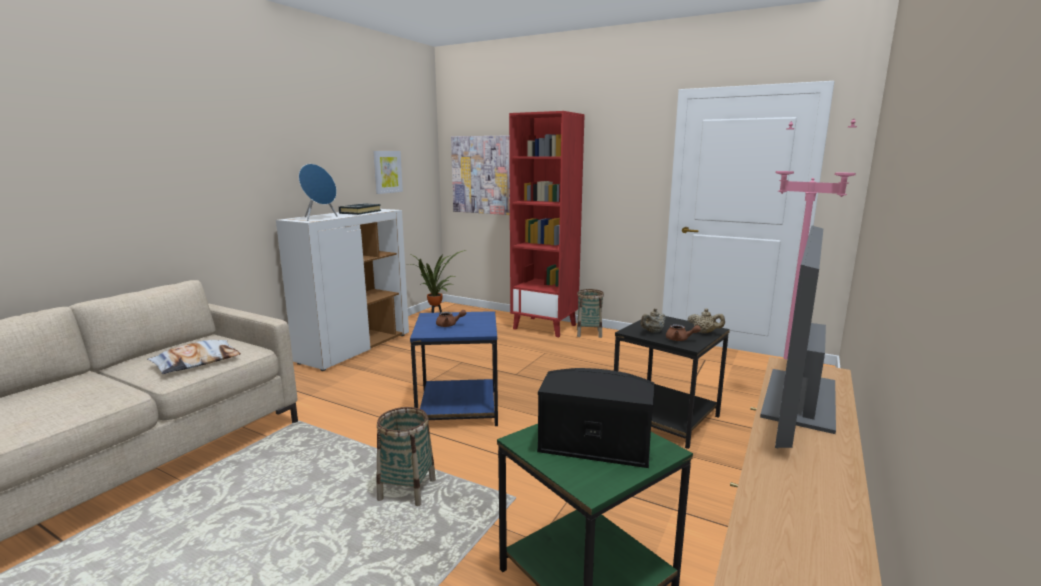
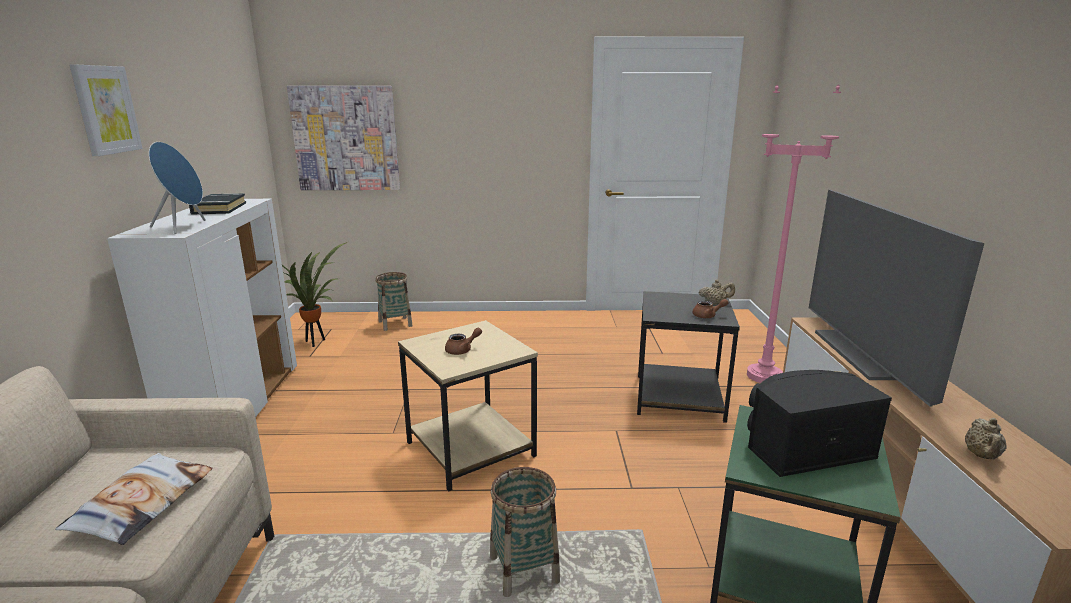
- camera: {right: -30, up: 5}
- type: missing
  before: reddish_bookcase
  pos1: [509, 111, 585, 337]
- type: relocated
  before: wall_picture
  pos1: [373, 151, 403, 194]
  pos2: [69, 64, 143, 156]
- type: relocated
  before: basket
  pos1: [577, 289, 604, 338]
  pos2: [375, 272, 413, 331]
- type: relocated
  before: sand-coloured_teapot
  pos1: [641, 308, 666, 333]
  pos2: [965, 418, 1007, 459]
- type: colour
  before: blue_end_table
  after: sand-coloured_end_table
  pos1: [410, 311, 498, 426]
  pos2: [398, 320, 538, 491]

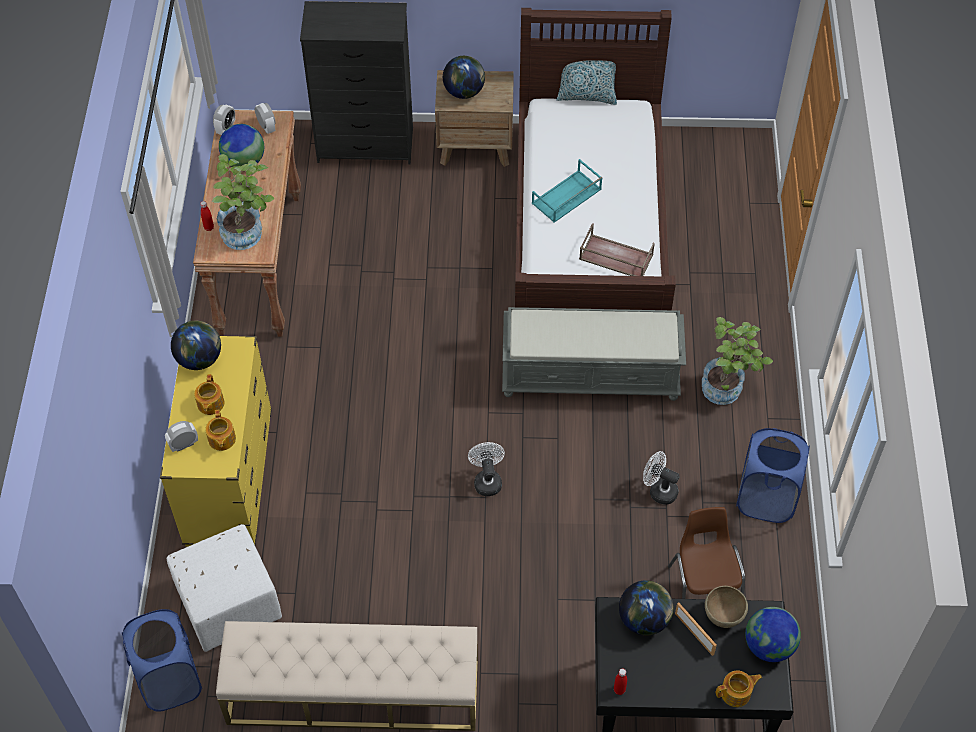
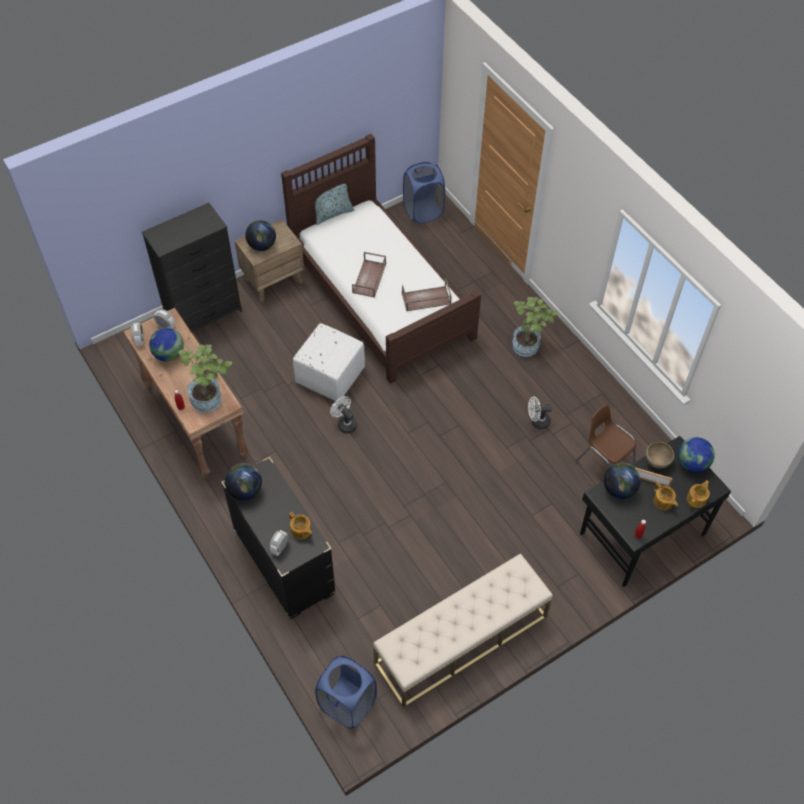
- camera: {right: -35, up: 0}
- type: colour
  before: turquoise-coloured_tray
  after: brown_tray
  pos1: [532, 159, 602, 223]
  pos2: [352, 252, 386, 298]
- type: missing
  before: gray_indoor_bench
  pos1: [502, 307, 686, 401]
- type: colour
  before: yellowish_chest_of_drawers
  after: black-coloured_chest_of_drawers
  pos1: [160, 336, 272, 547]
  pos2: [221, 457, 336, 619]
- type: relocated
  before: teapot
  pos1: [194, 374, 225, 415]
  pos2: [653, 482, 678, 510]
- type: relocated
  before: blue_laundry_basket
  pos1: [736, 428, 810, 523]
  pos2: [403, 162, 445, 224]
- type: relocated
  before: white-coloured_electric_fan
  pos1: [468, 442, 505, 496]
  pos2: [330, 396, 357, 434]
- type: relocated
  before: white-coloured_pouffe
  pos1: [166, 524, 282, 652]
  pos2: [293, 323, 365, 402]

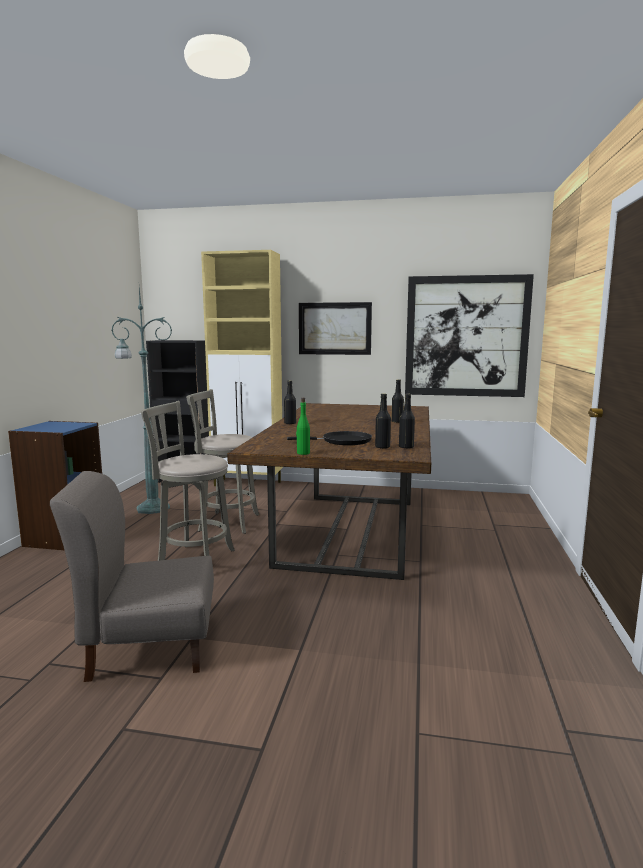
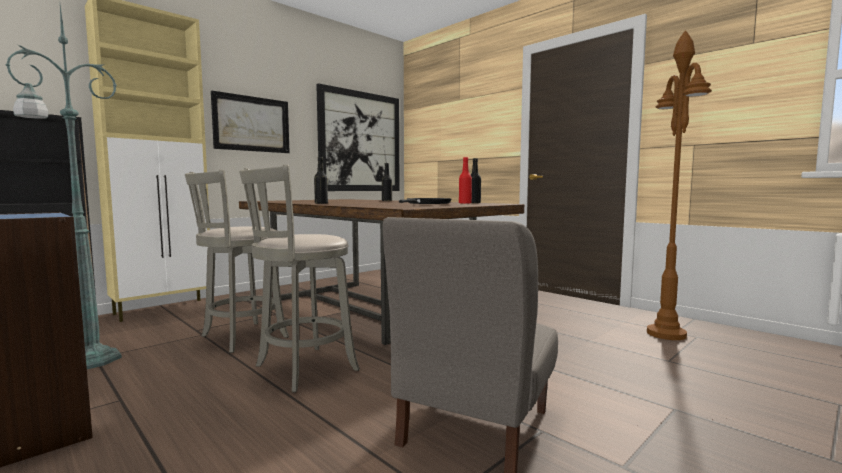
- camera: {right: -55, up: -5}
- type: colour
  before: black-coloured_bottle
  after: reddish_bottle
  pos1: [375, 394, 391, 449]
  pos2: [459, 157, 472, 204]
- type: missing
  before: green-coloured_bottle
  pos1: [296, 398, 310, 455]
- type: appeared
  after: brown_standard_lamp
  pos2: [647, 30, 712, 340]

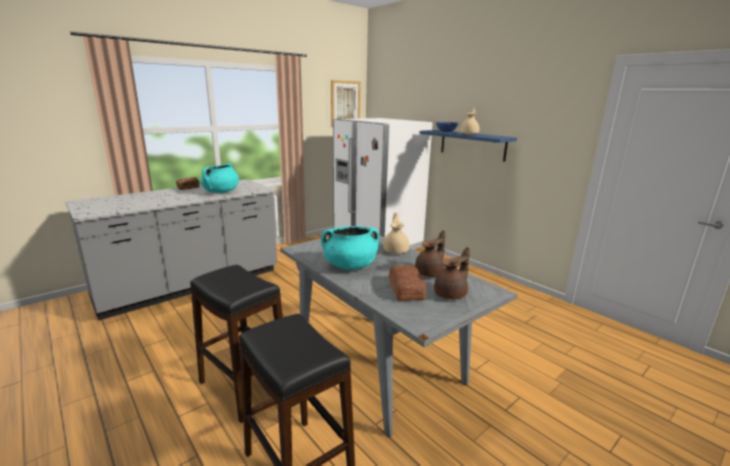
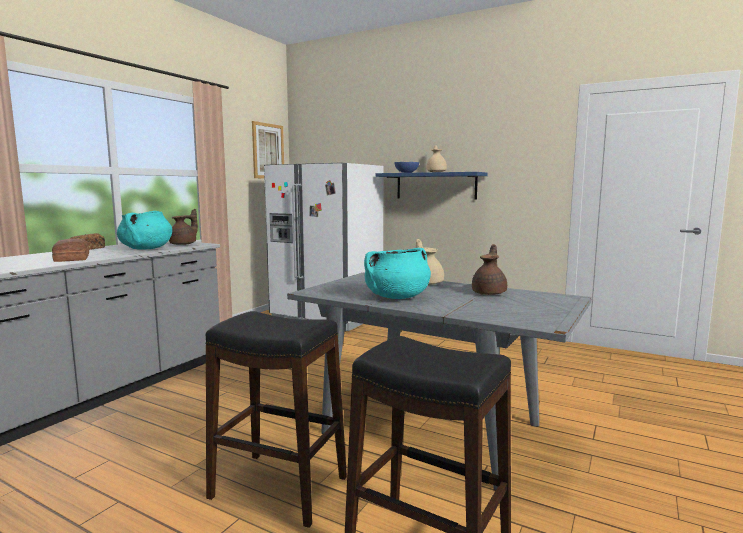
- camera: {right: -20, up: -10}
- type: relocated
  before: brown_teapot
  pos1: [434, 247, 470, 300]
  pos2: [169, 209, 198, 245]
- type: relocated
  before: bread
  pos1: [389, 265, 426, 301]
  pos2: [52, 238, 89, 262]

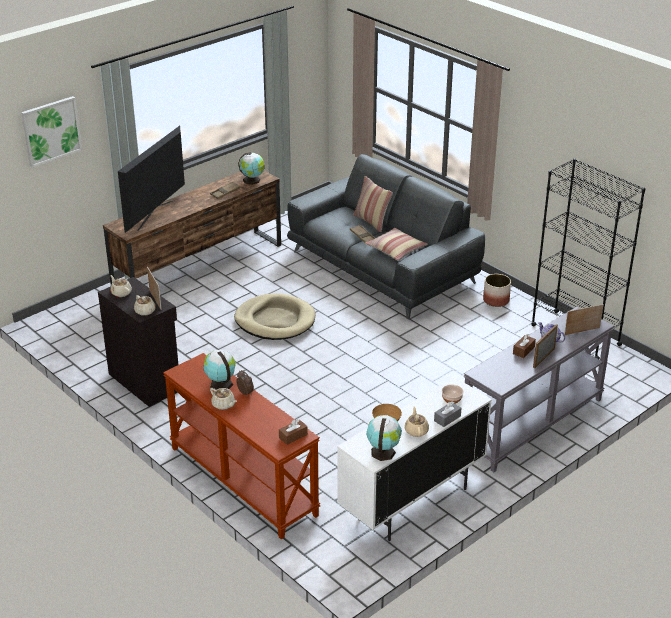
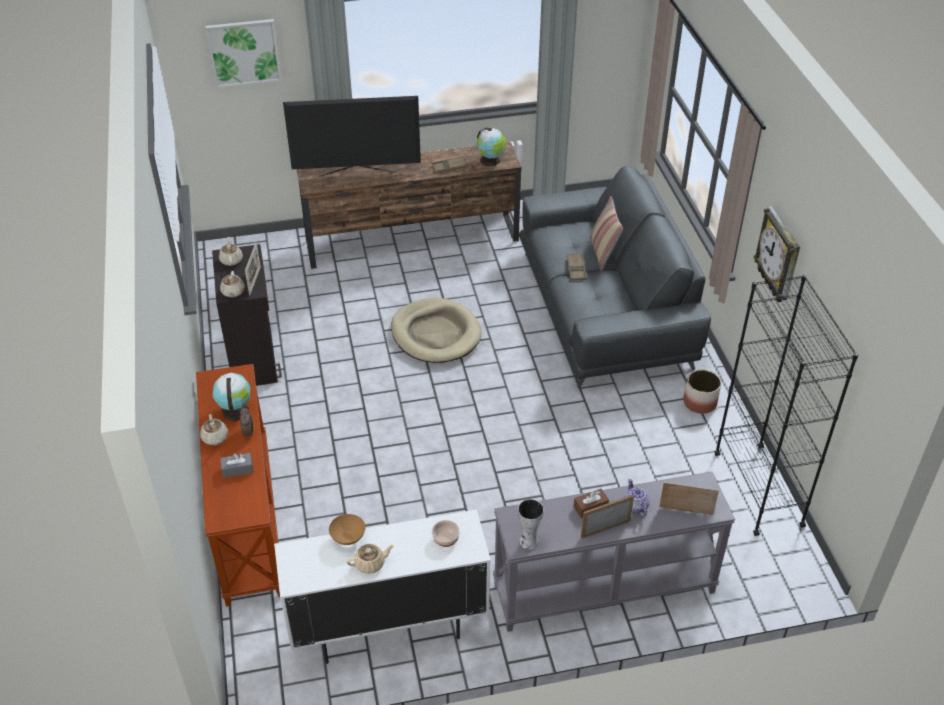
- camera: {right: 30, up: 10}
- type: spun
  before: TV
  pos1: [118, 126, 185, 233]
  pos2: [283, 96, 421, 177]
  turn: -150
- type: missing
  before: throw_pillow
  pos1: [365, 228, 428, 261]
- type: relocated
  before: gray_tissue_holder
  pos1: [434, 401, 461, 427]
  pos2: [220, 453, 253, 478]
- type: spun
  before: sand-coloured_teapot
  pos1: [405, 407, 429, 437]
  pos2: [347, 544, 394, 574]
  turn: 45
- type: missing
  before: desk_globe
  pos1: [366, 415, 402, 461]
- type: missing
  before: brown_tissue_holder
  pos1: [279, 419, 308, 445]
- type: appeared
  after: clock_on_the_wall
  pos2: [754, 206, 800, 302]
- type: appeared
  after: decorative_vase
  pos2: [518, 499, 544, 550]

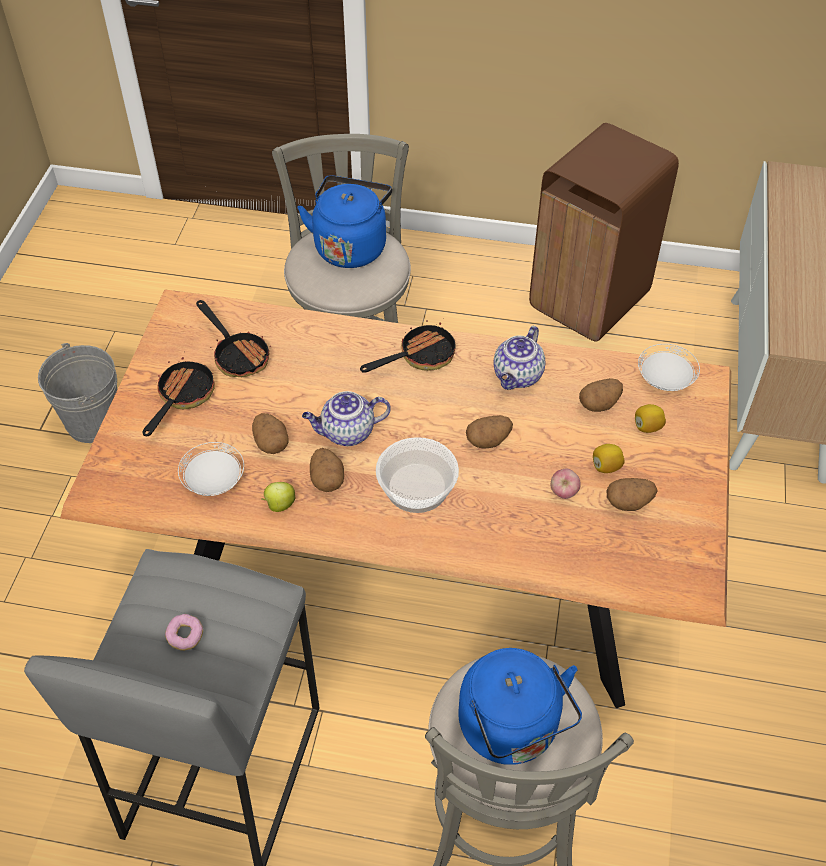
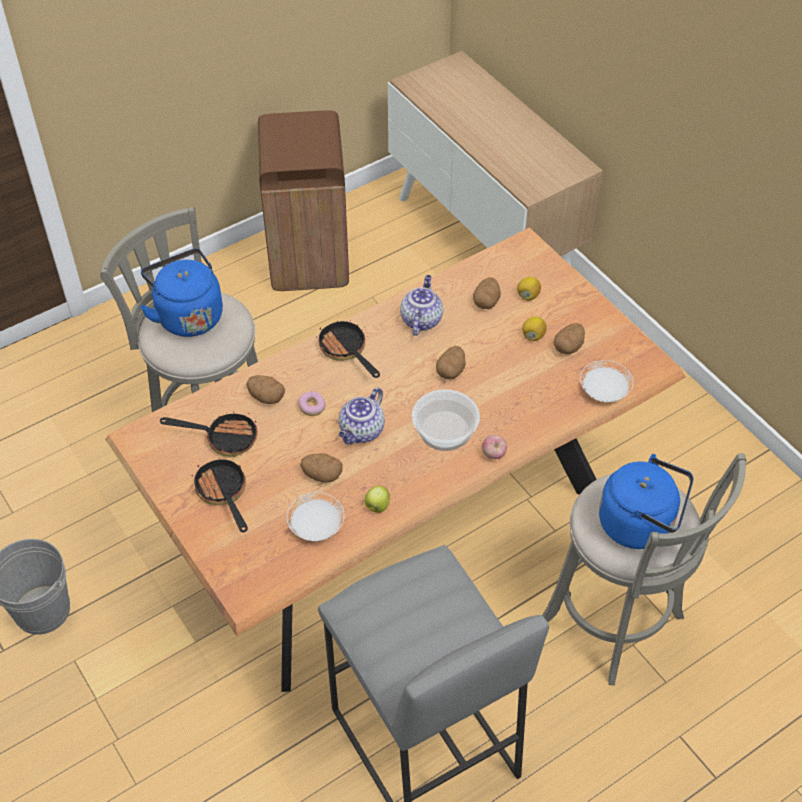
- camera: {right: -45, up: 0}
- type: spun
  before: pan
  pos1: [360, 320, 456, 373]
  pos2: [316, 320, 380, 378]
  turn: -45
- type: spun
  before: teapot
  pos1: [494, 326, 545, 390]
  pos2: [400, 275, 443, 336]
  turn: -150
- type: relocated
  before: white-coloured_plate
  pos1: [638, 344, 700, 391]
  pos2: [580, 360, 633, 402]
- type: relocated
  before: whole_potato
  pos1: [310, 448, 344, 492]
  pos2: [246, 375, 285, 404]
- type: relocated
  before: apple_fruit
  pos1: [551, 469, 581, 499]
  pos2: [482, 435, 507, 459]
- type: relocated
  before: ring_doughnut
  pos1: [165, 614, 203, 651]
  pos2: [298, 391, 326, 416]

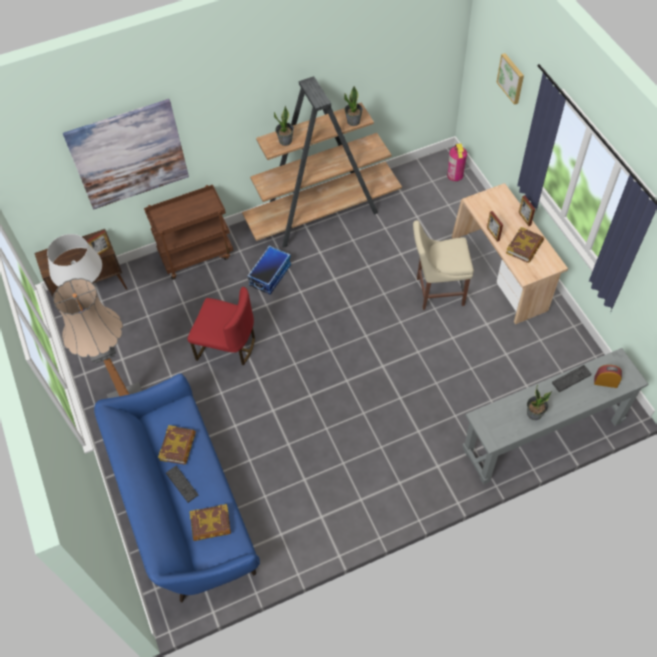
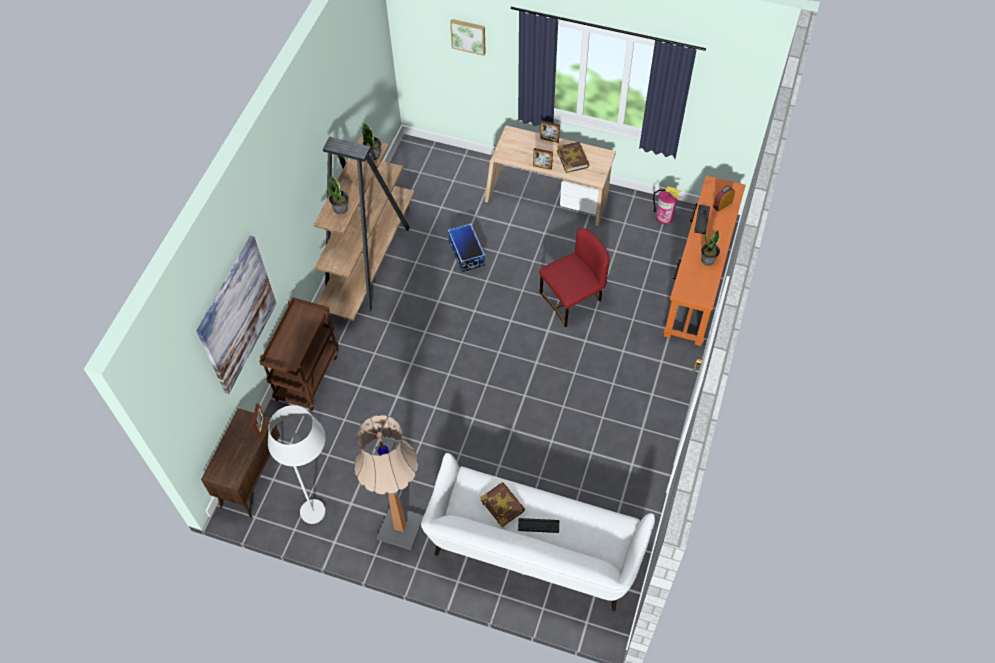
- camera: {right: -50, up: 0}
- type: relocated
  before: fire_extinguisher
  pos1: [447, 143, 467, 181]
  pos2: [653, 186, 681, 224]
- type: missing
  before: sand-coloured_upright_chair
  pos1: [413, 220, 474, 310]
- type: relocated
  before: storage_bin
  pos1: [247, 246, 291, 295]
  pos2: [448, 223, 485, 272]
- type: relocated
  before: reddish_upright_chair
  pos1: [187, 287, 255, 365]
  pos2: [539, 228, 610, 327]
- type: colour
  before: gray_hall_table
  after: orange_hall_table
  pos1: [462, 348, 648, 484]
  pos2: [663, 175, 746, 346]
- type: colour
  before: blue_sofa
  after: white-coloured_sofa
  pos1: [94, 374, 260, 602]
  pos2: [421, 453, 655, 611]
- type: missing
  before: bound_book
  pos1: [190, 504, 231, 541]

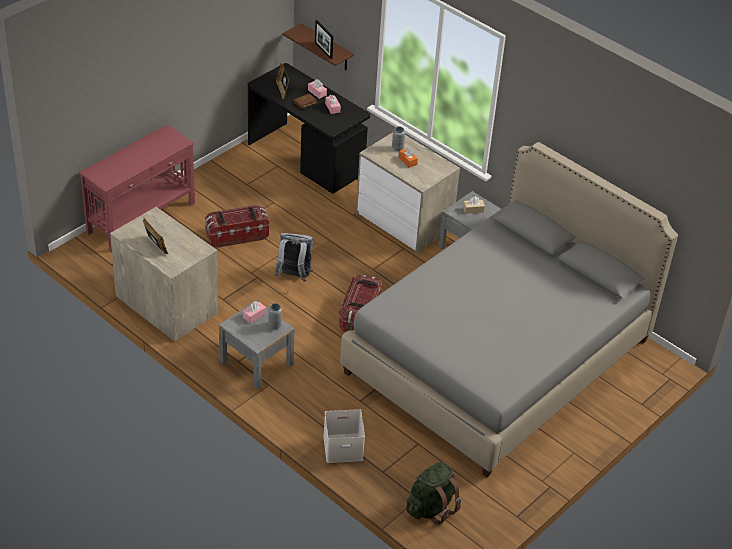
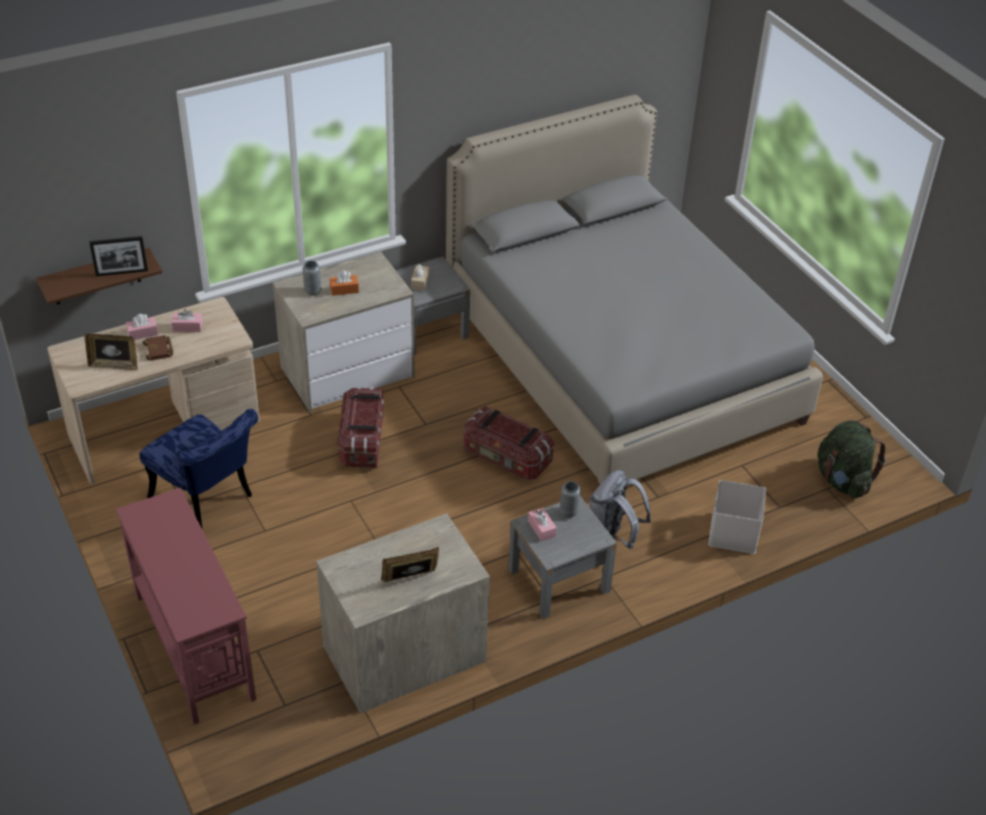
- camera: {right: -70, up: 0}
- type: colour
  before: black-coloured_desk_unit
  after: sand-coloured_desk_unit
  pos1: [248, 63, 370, 194]
  pos2: [47, 297, 260, 484]
- type: relocated
  before: storage_bin
  pos1: [205, 205, 269, 248]
  pos2: [337, 387, 384, 468]
- type: relocated
  before: gray_rucksack
  pos1: [274, 233, 313, 282]
  pos2: [589, 470, 651, 549]
- type: appeared
  after: blue_upright_chair
  pos2: [139, 409, 258, 530]

